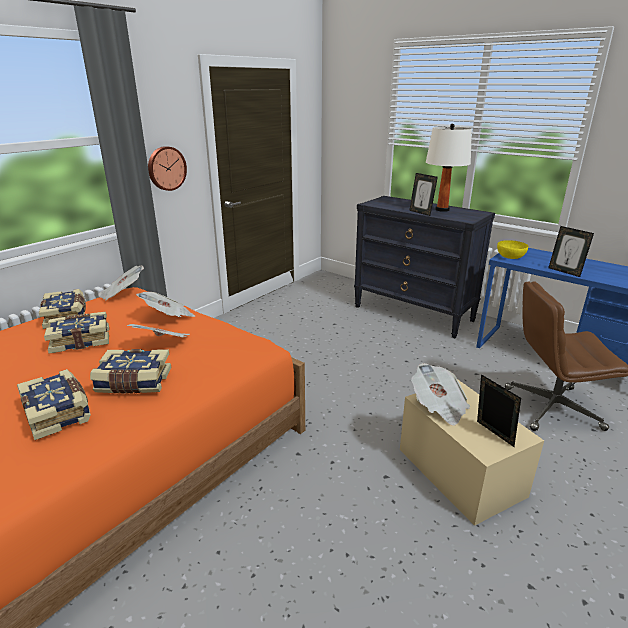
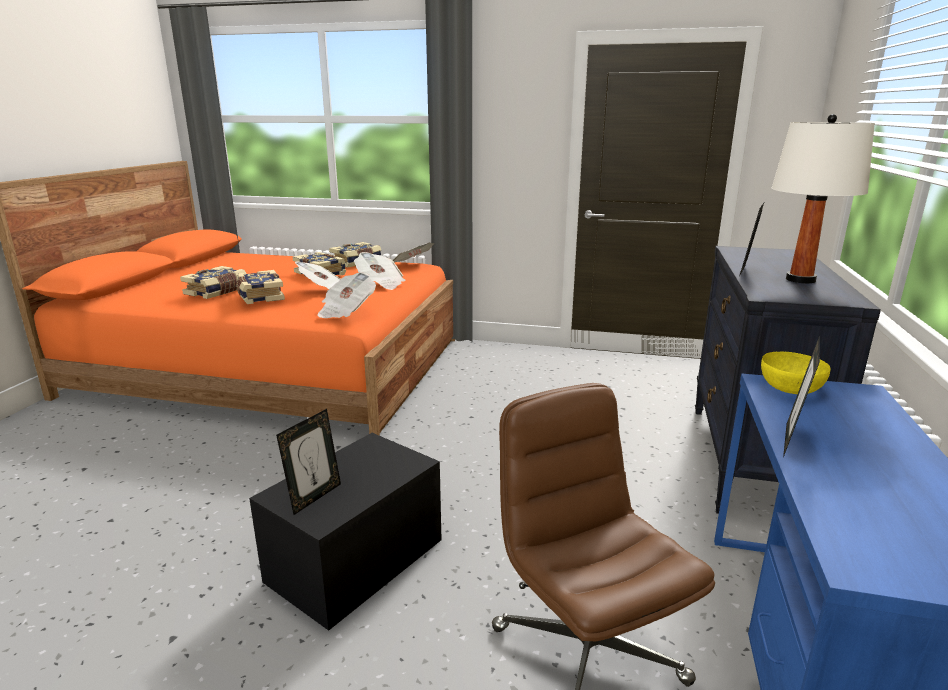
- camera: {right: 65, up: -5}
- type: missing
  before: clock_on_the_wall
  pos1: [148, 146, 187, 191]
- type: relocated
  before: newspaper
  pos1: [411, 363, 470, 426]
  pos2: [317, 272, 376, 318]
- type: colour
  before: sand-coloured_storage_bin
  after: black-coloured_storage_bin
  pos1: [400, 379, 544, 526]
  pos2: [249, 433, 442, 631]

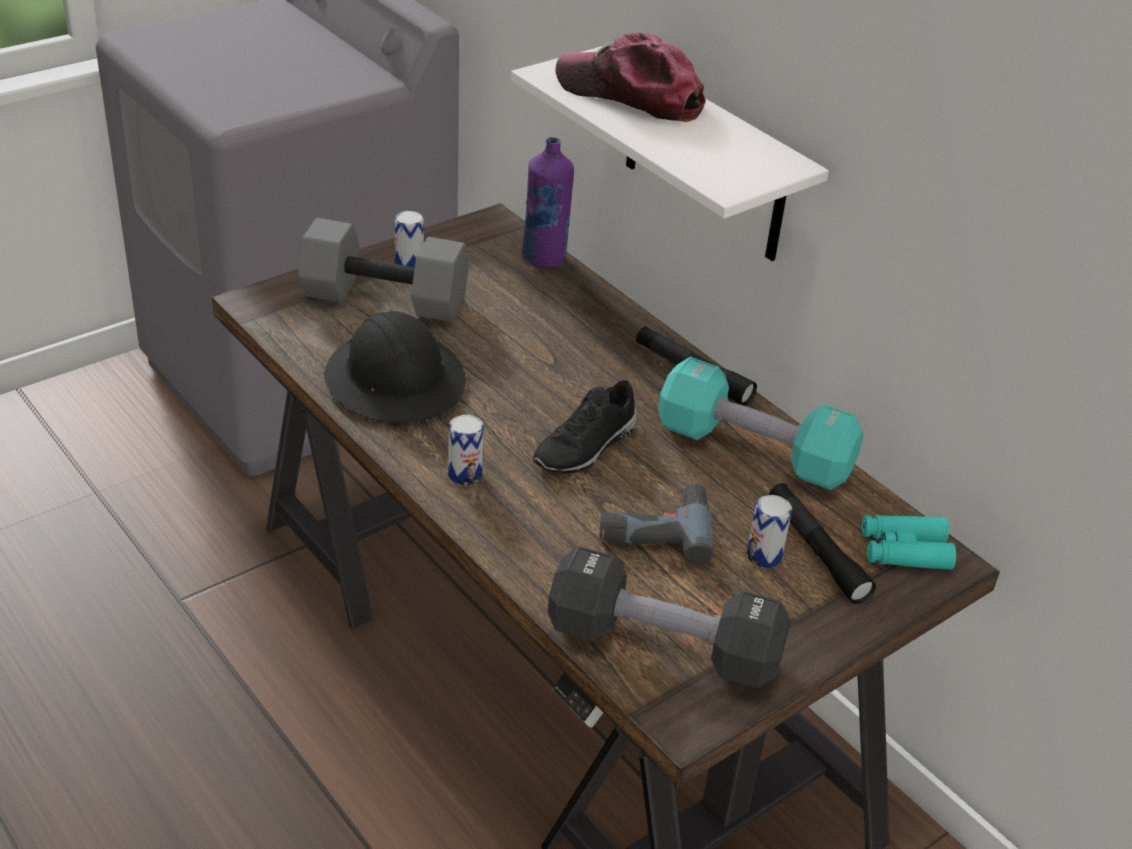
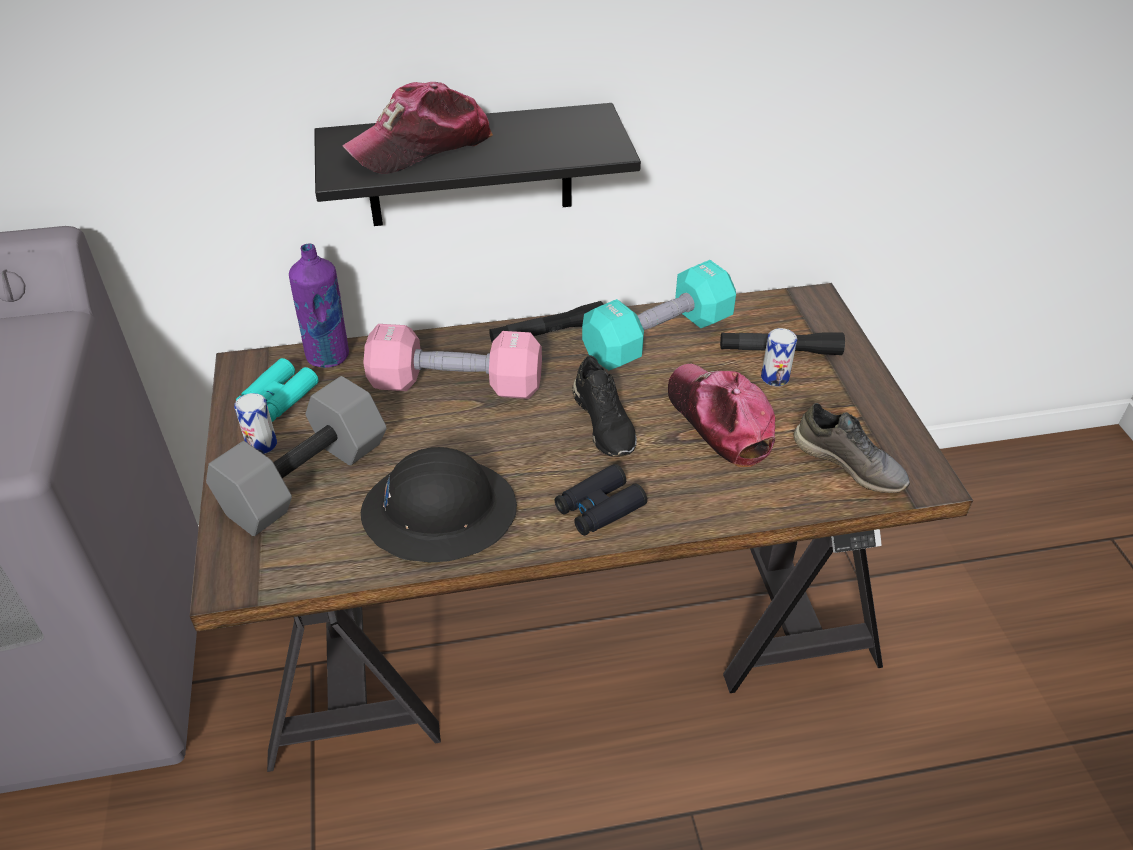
- camera: {right: -60, up: 5}
- type: colour
  before: white-coloured_bracket_shelf
  after: black-coloured_bracket_shelf
  pos1: [511, 46, 829, 261]
  pos2: [314, 103, 641, 226]
- type: exchanged
  before: can
  after: black-coloured_field_glasses
  pos1: [448, 415, 484, 485]
  pos2: [555, 464, 647, 536]
- type: exchanged
  before: electric_drill
  after: baseball_cap
  pos1: [600, 483, 714, 565]
  pos2: [668, 363, 775, 467]
- type: relocated
  before: turquoise-coloured_field_glasses
  pos1: [862, 515, 956, 569]
  pos2: [236, 358, 319, 422]
- type: exchanged
  before: black-coloured_free_weight
  after: gray_shoe
  pos1: [548, 546, 791, 688]
  pos2: [794, 403, 910, 493]
- type: appeared
  after: pink_free_weight
  pos2: [364, 324, 542, 399]

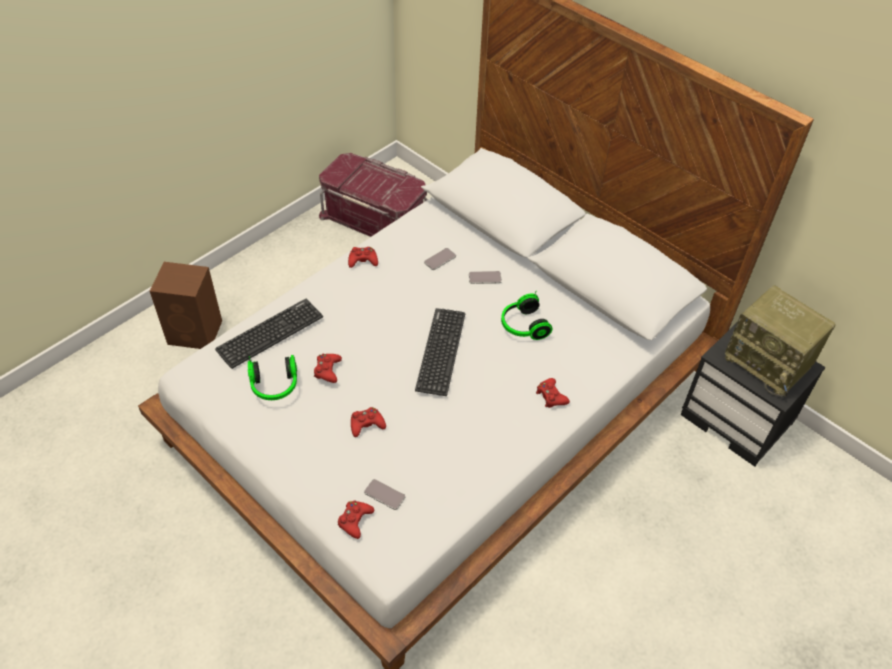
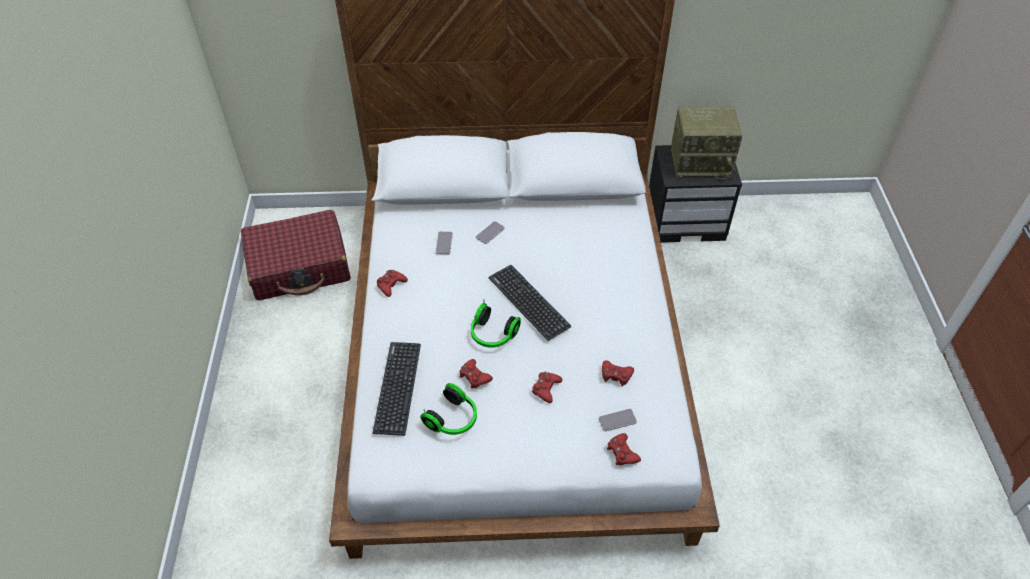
- camera: {right: -45, up: 0}
- type: exchanged
  before: reddish_storage_bin
  after: reddish_piece_of_luggage
  pos1: [319, 153, 427, 237]
  pos2: [241, 210, 351, 300]
- type: missing
  before: brown_loudspeaker
  pos1: [150, 262, 222, 349]
- type: relocated
  before: headset
  pos1: [501, 291, 553, 340]
  pos2: [471, 299, 521, 348]
- type: relocated
  before: reddish_game_controller
  pos1: [536, 378, 570, 408]
  pos2: [602, 360, 634, 387]

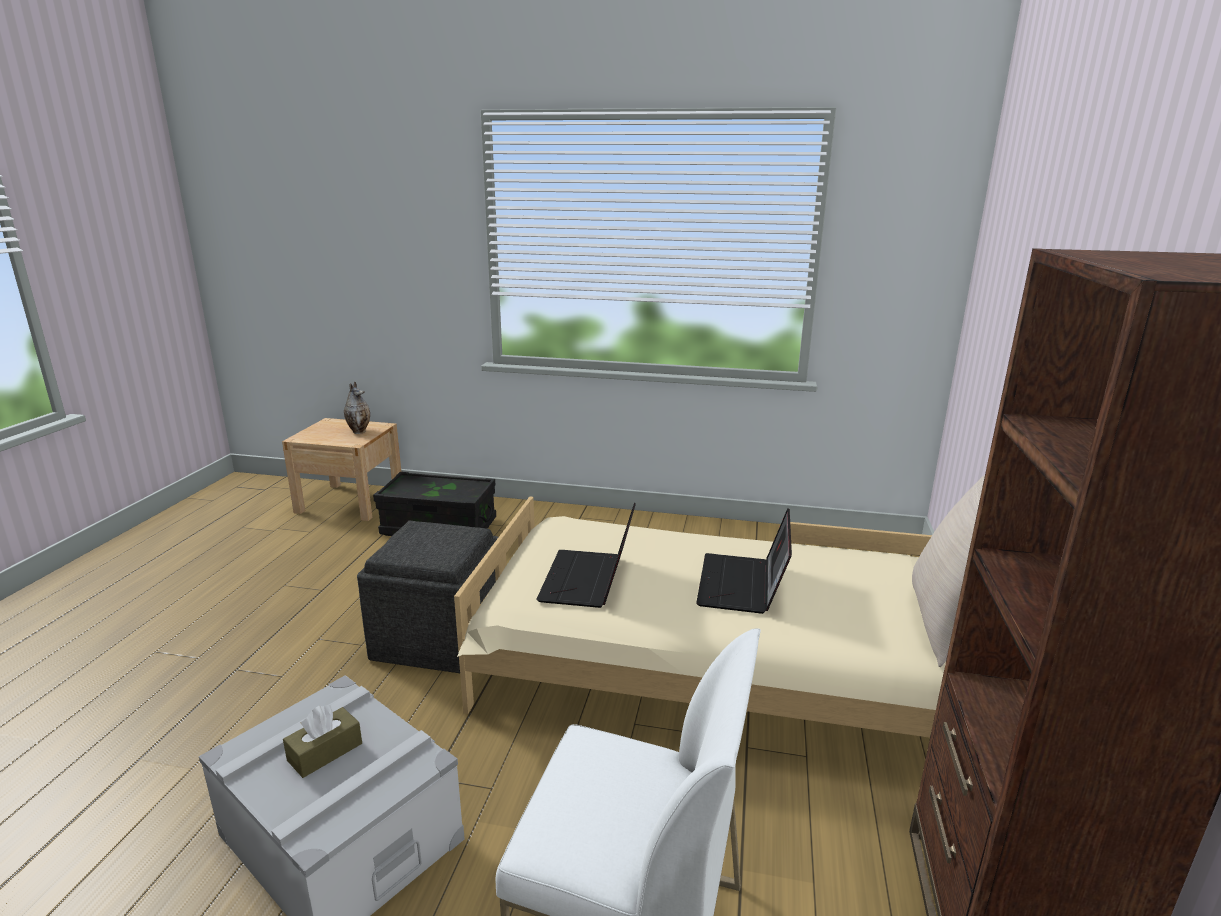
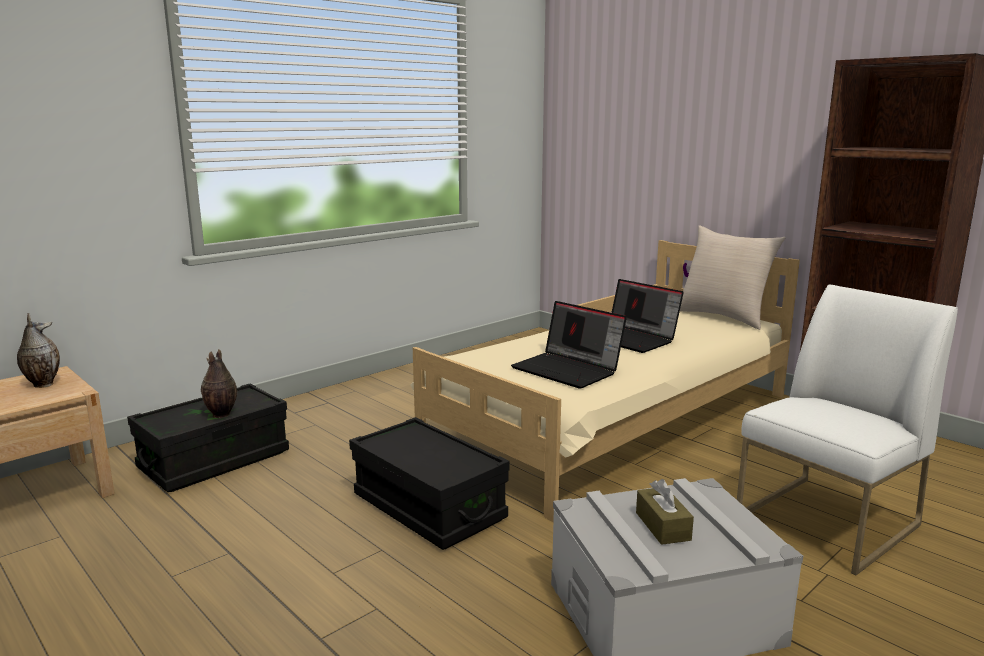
- camera: {right: -55, up: -5}
- type: exchanged
  before: gray_pouffe
  after: black-coloured_storage_bin
  pos1: [357, 520, 498, 673]
  pos2: [349, 417, 510, 550]
- type: appeared
  after: decorative_vase
  pos2: [201, 349, 237, 418]

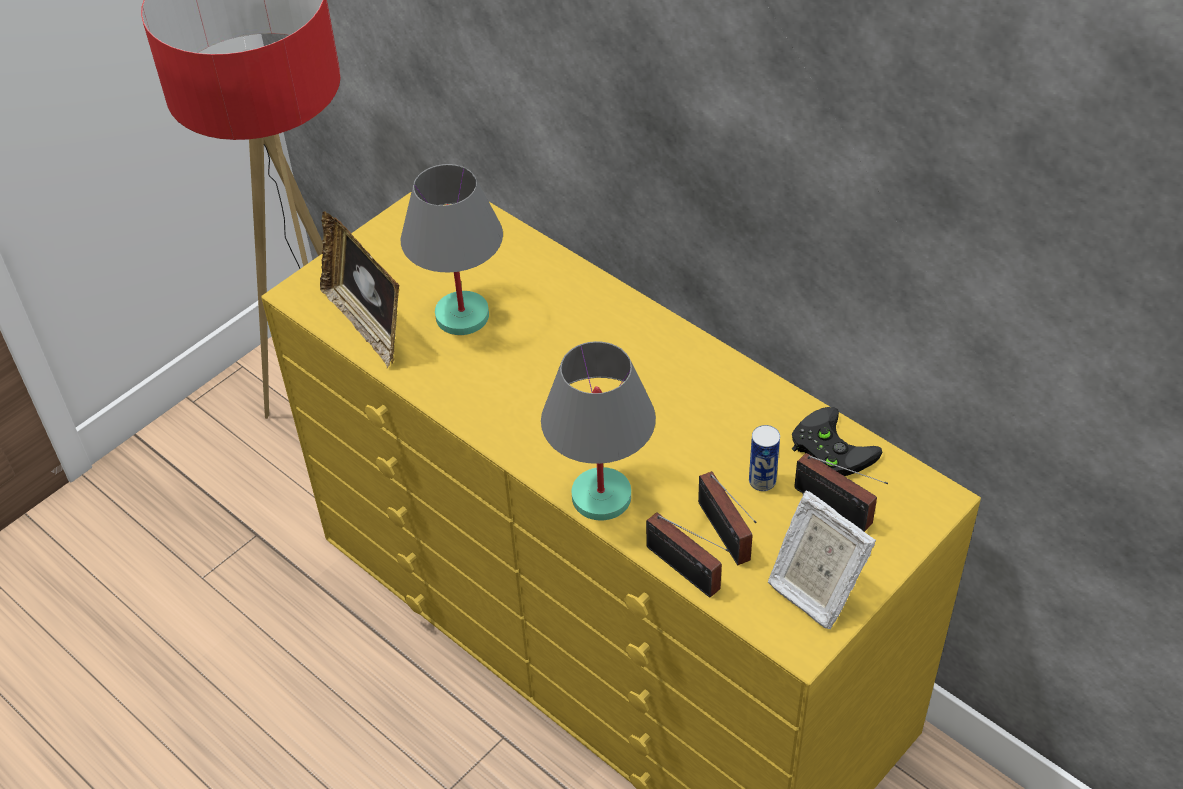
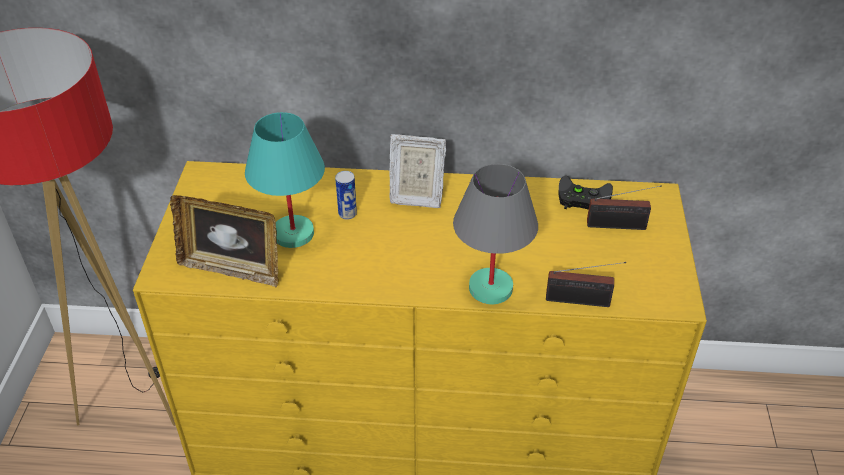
- camera: {right: -40, up: -5}
- type: colour
  before: gray_tabletop_lamp
  after: turquoise-coloured_tabletop_lamp
  pos1: [401, 164, 503, 335]
  pos2: [245, 112, 325, 248]
- type: relocated
  before: can
  pos1: [749, 425, 780, 491]
  pos2: [335, 171, 357, 220]
- type: missing
  before: radio_set
  pos1: [698, 471, 756, 565]
- type: relocated
  before: photo_frame
  pos1: [768, 491, 876, 629]
  pos2: [389, 134, 446, 208]

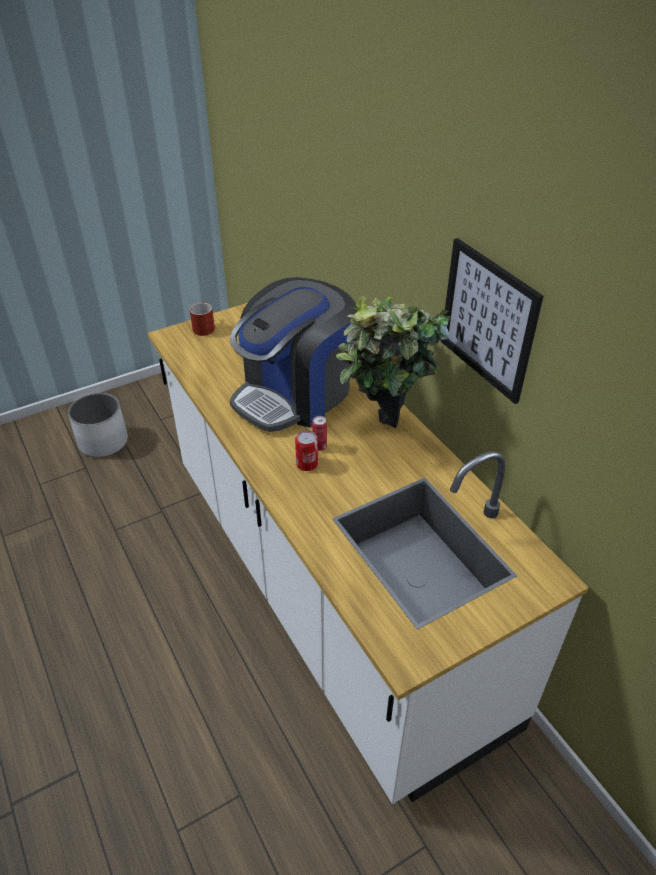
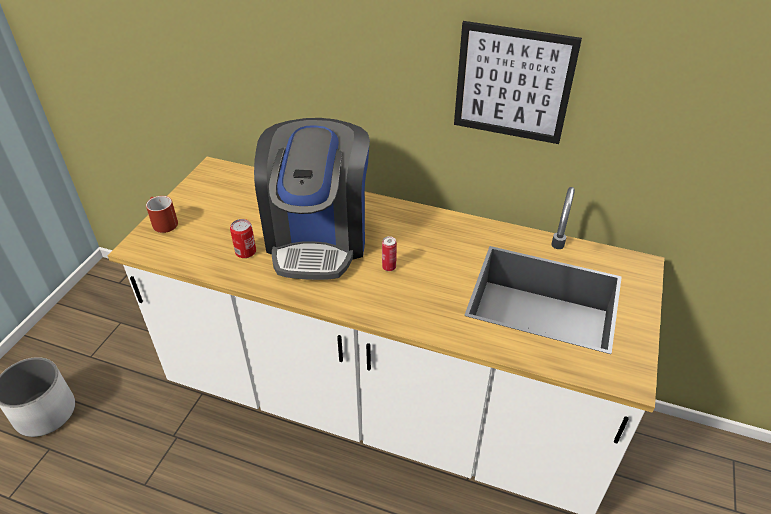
- camera: {right: -40, up: 0}
- type: missing
  before: plant_in_a_pot
  pos1: [336, 296, 450, 428]
- type: relocated
  before: can
  pos1: [295, 430, 318, 471]
  pos2: [230, 219, 256, 258]

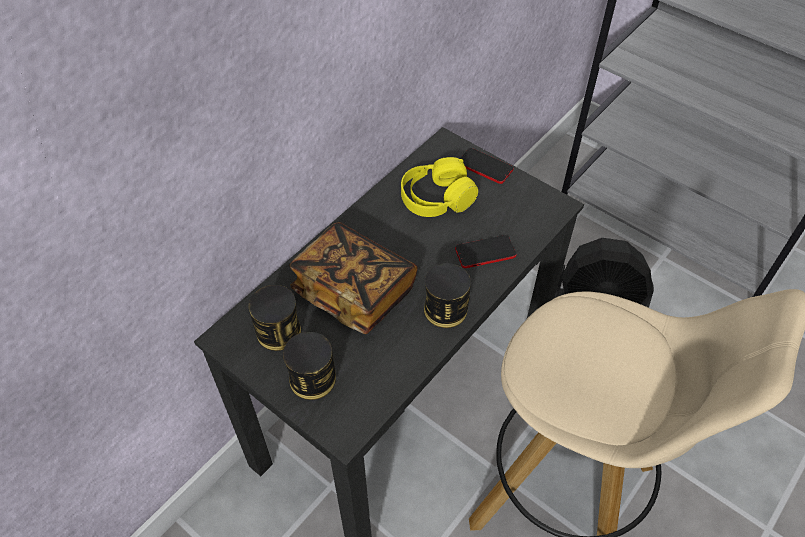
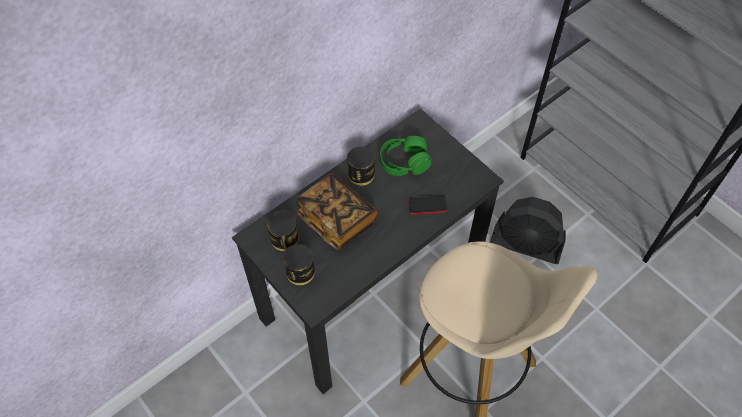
- camera: {right: 10, up: 5}
- type: missing
  before: telephone
  pos1: [460, 148, 514, 184]
- type: colour
  before: yellowish_headset
  after: green-coloured_headset
  pos1: [401, 157, 478, 217]
  pos2: [380, 136, 431, 176]
- type: relocated
  before: can
  pos1: [424, 263, 471, 328]
  pos2: [347, 146, 375, 186]

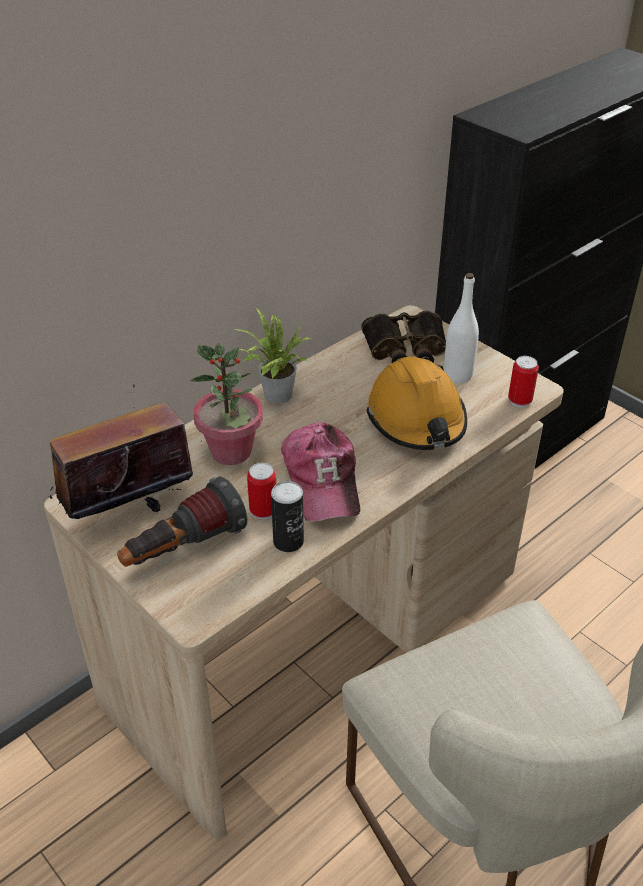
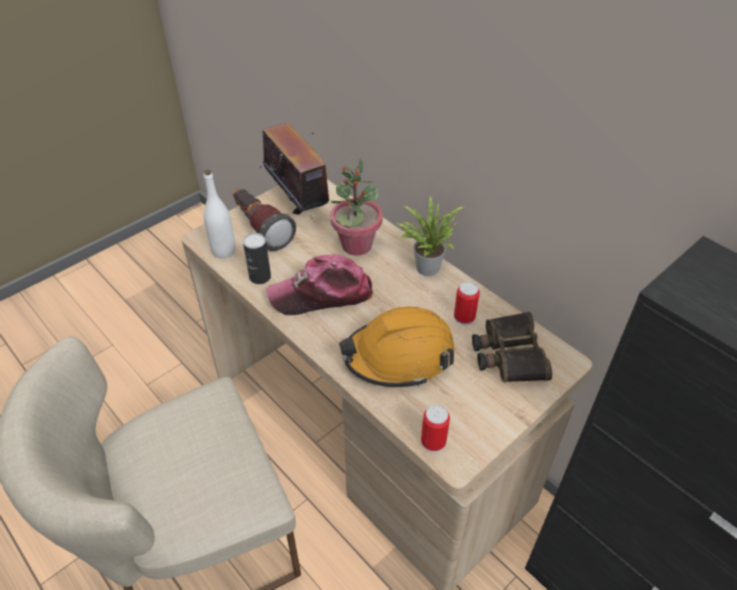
- camera: {right: 90, up: 5}
- type: relocated
  before: white-coloured_bottle
  pos1: [444, 273, 479, 384]
  pos2: [204, 170, 235, 258]
- type: relocated
  before: can
  pos1: [247, 463, 276, 520]
  pos2: [454, 282, 480, 325]

